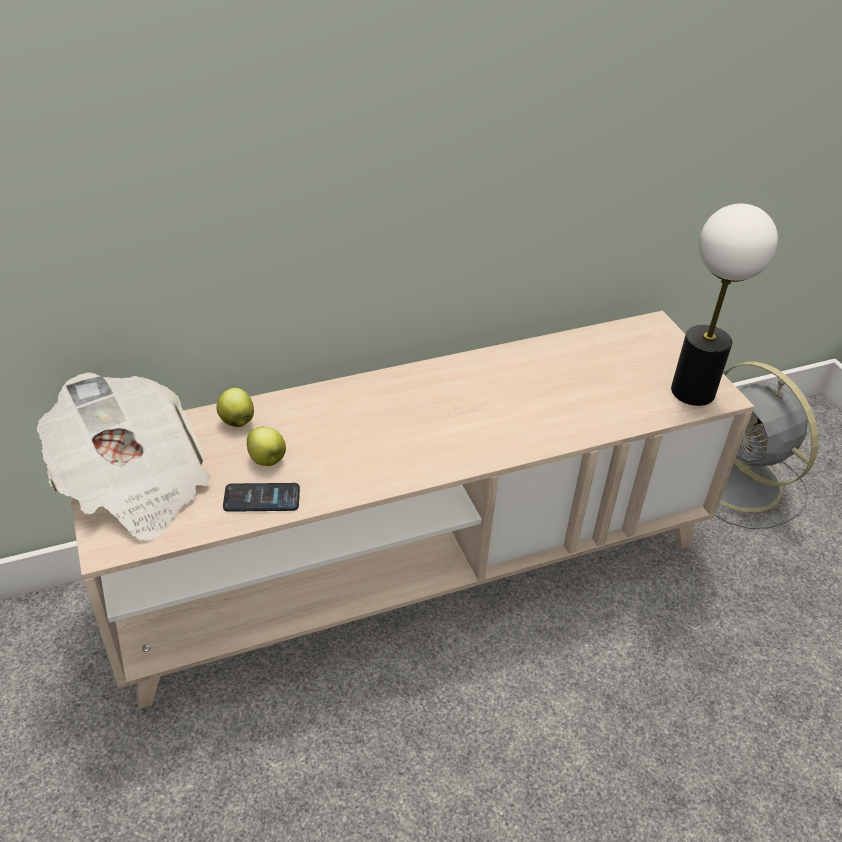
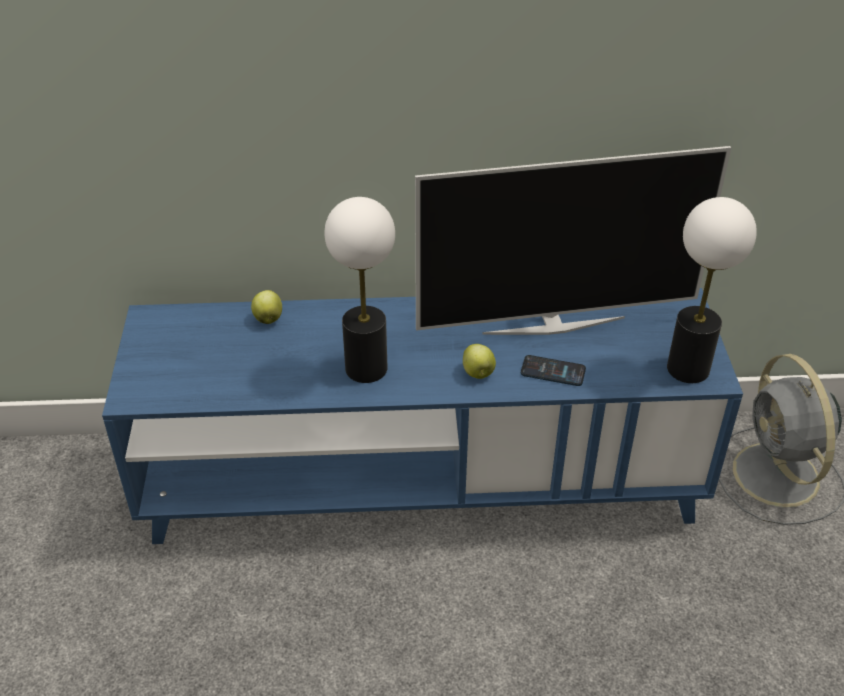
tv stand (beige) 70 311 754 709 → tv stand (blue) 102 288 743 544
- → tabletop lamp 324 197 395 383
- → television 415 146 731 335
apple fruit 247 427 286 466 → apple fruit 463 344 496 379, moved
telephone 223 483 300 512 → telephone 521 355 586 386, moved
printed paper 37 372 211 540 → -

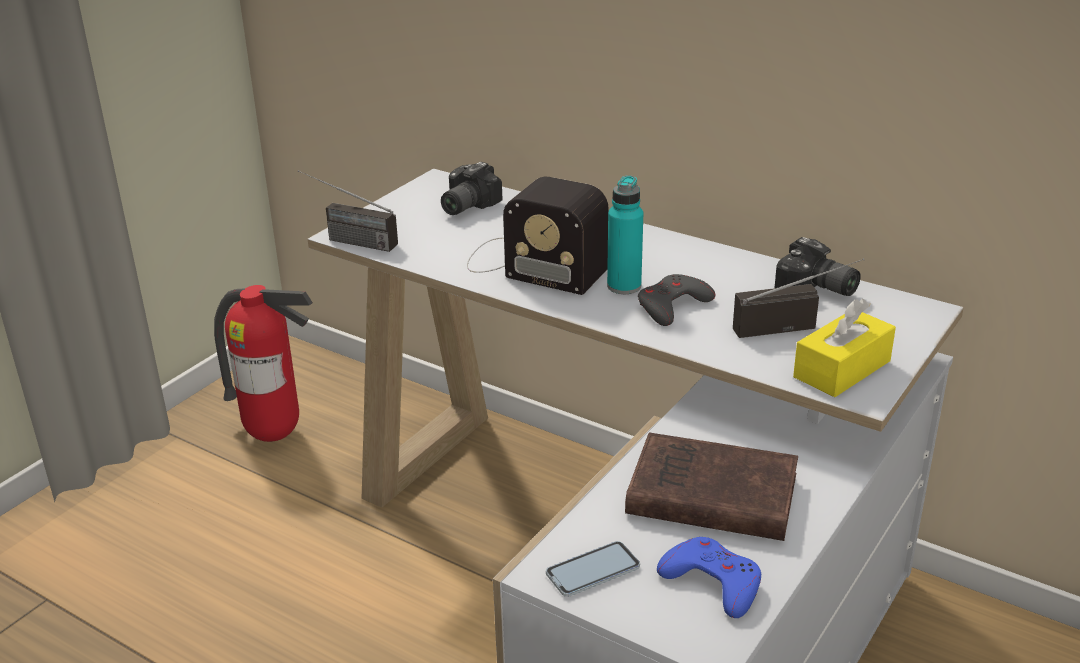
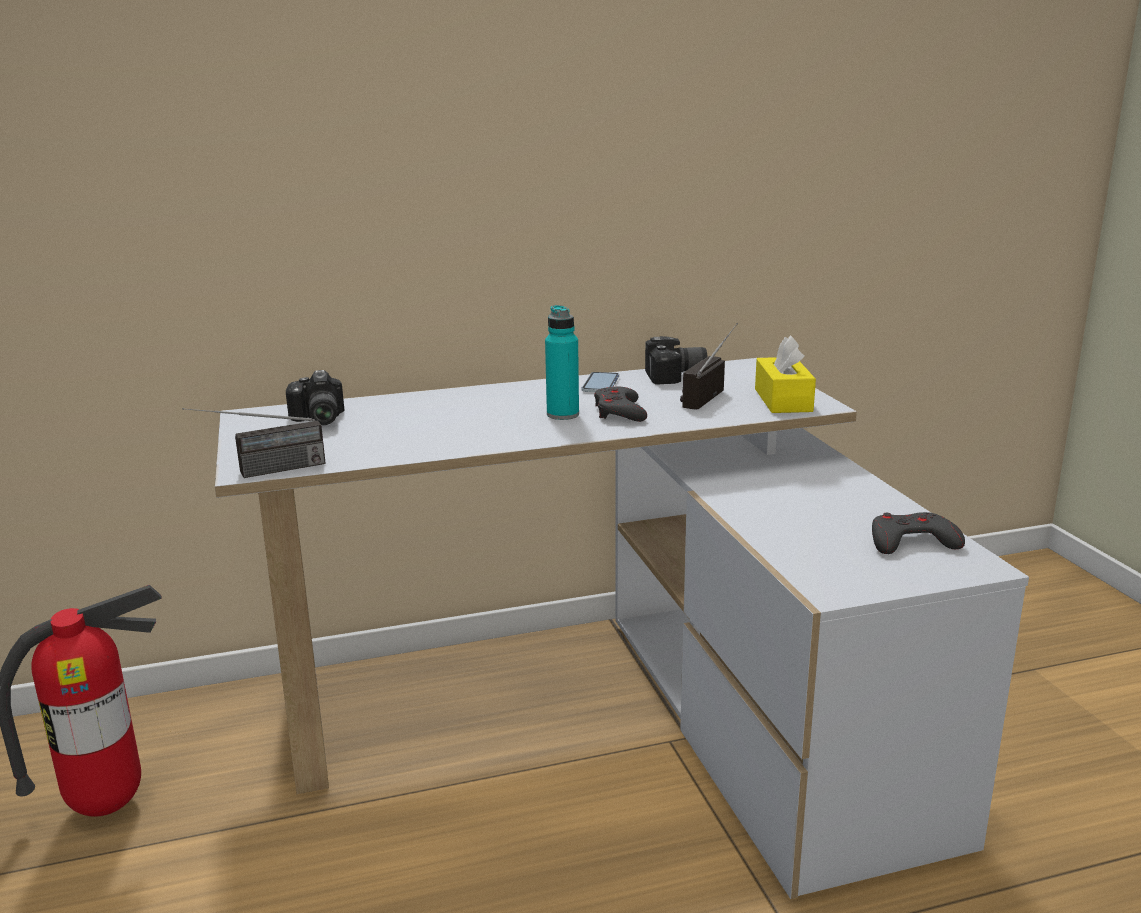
telephone 546 541 640 597 → telephone 581 372 619 392, moved
game controller (blue) 657 537 761 618 → game controller (greyish) 872 512 965 554
radio receiver 467 177 609 295 → -
bound book (brown) 625 432 798 541 → -

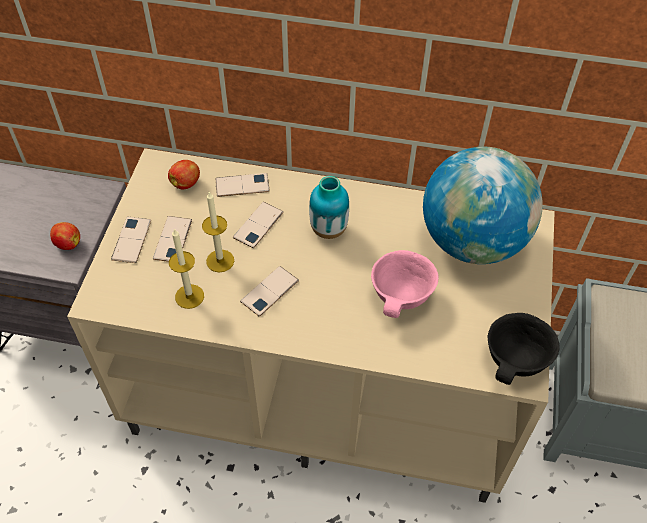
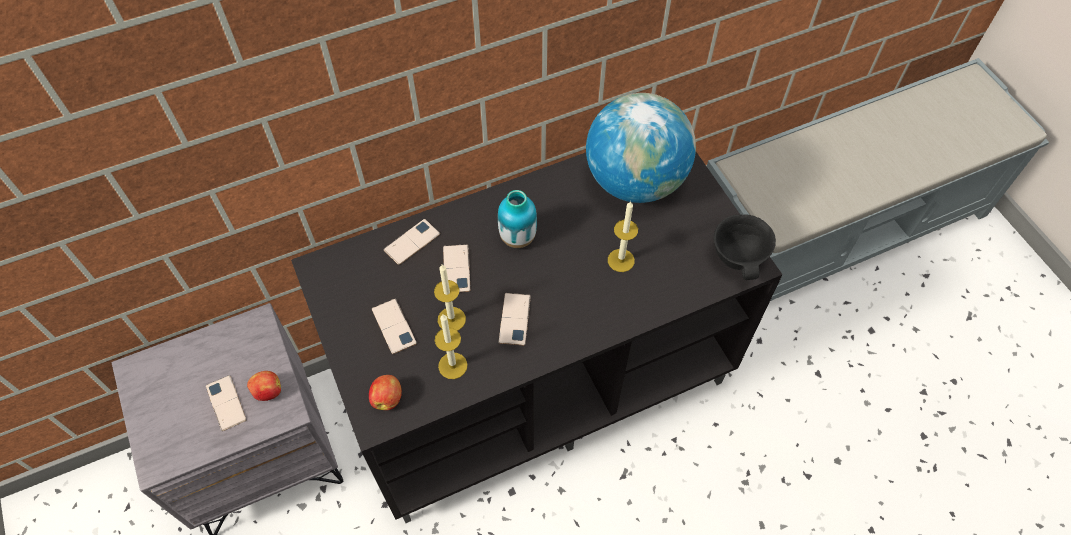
telephone 111 217 151 263 → telephone 206 375 246 431, moved
tv stand (beige) 67 148 555 503 → tv stand (black-coloured) 291 152 782 523
apple fruit 168 160 200 190 → apple fruit 369 375 402 410, moved
deep dish (pink-coloured) 371 250 439 318 → wax light 608 201 638 272

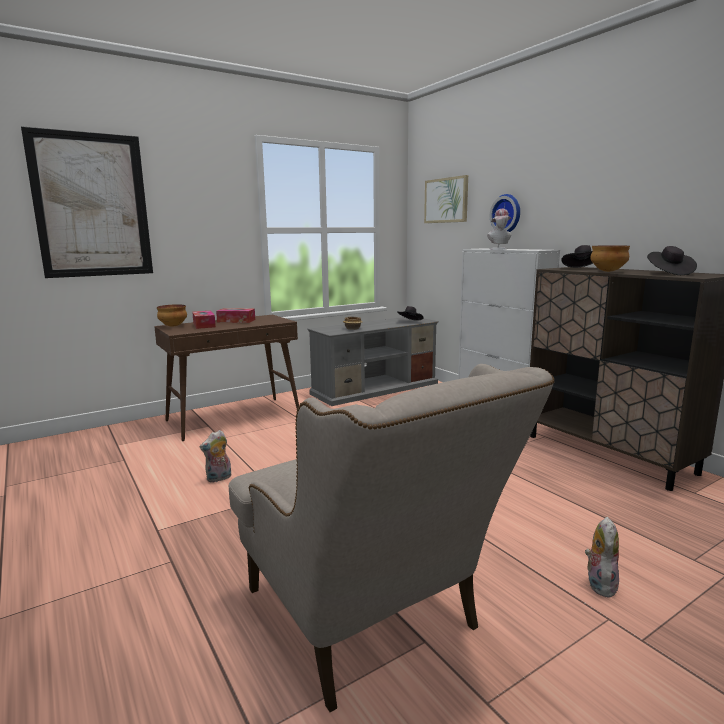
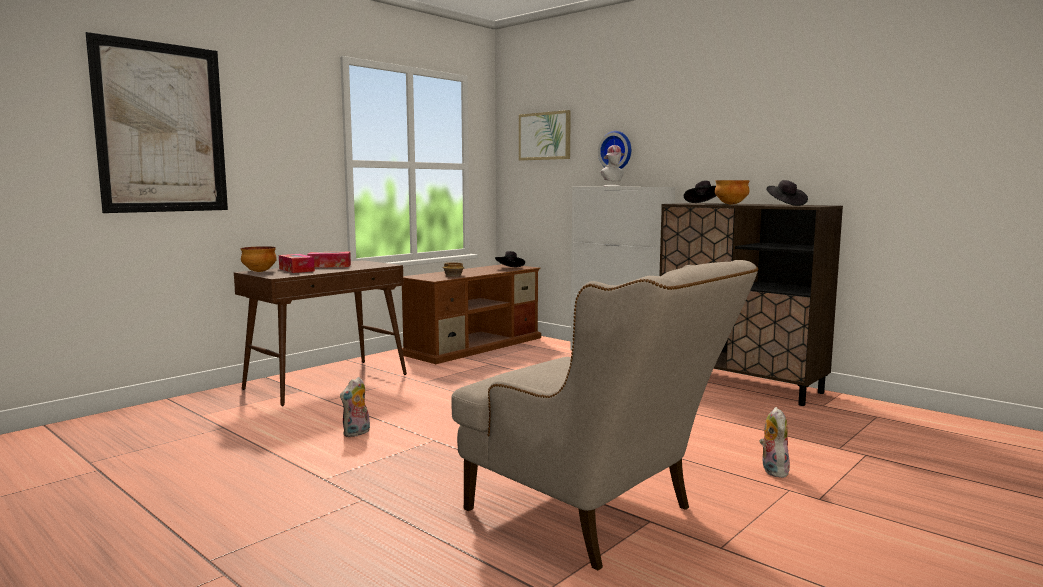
tv stand (greyish) 307 317 439 406 → tv stand (brown) 402 264 541 364

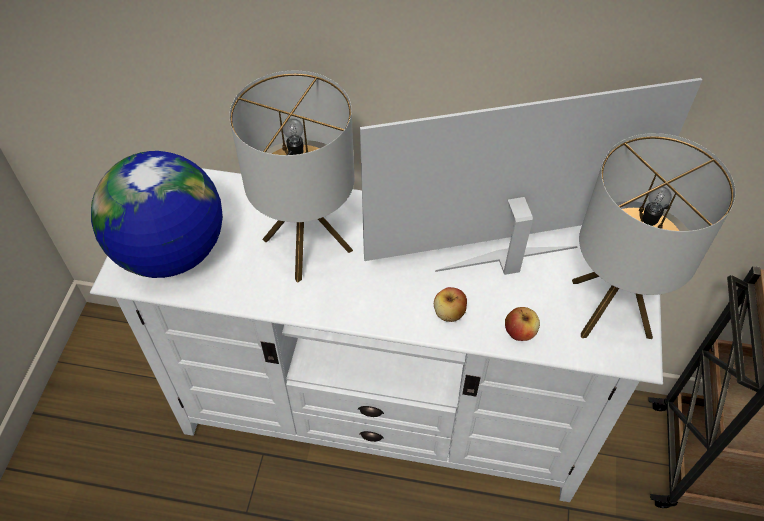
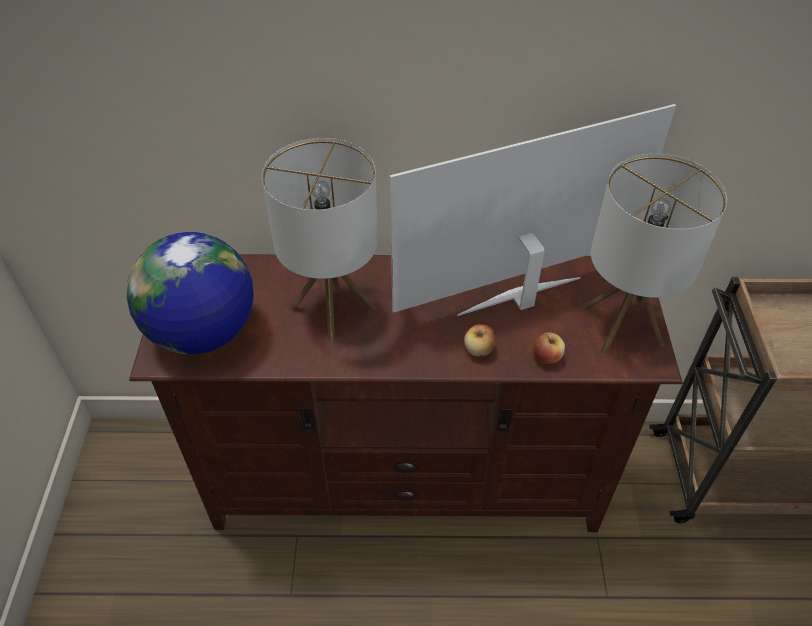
tv stand (white) 90 168 663 502 → tv stand (brown) 129 254 683 532

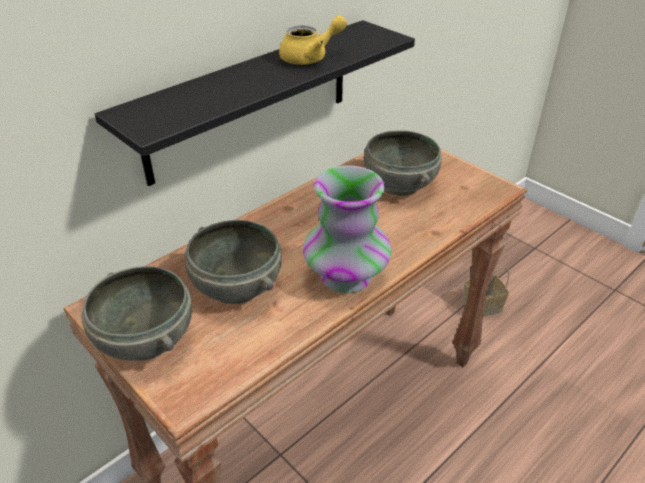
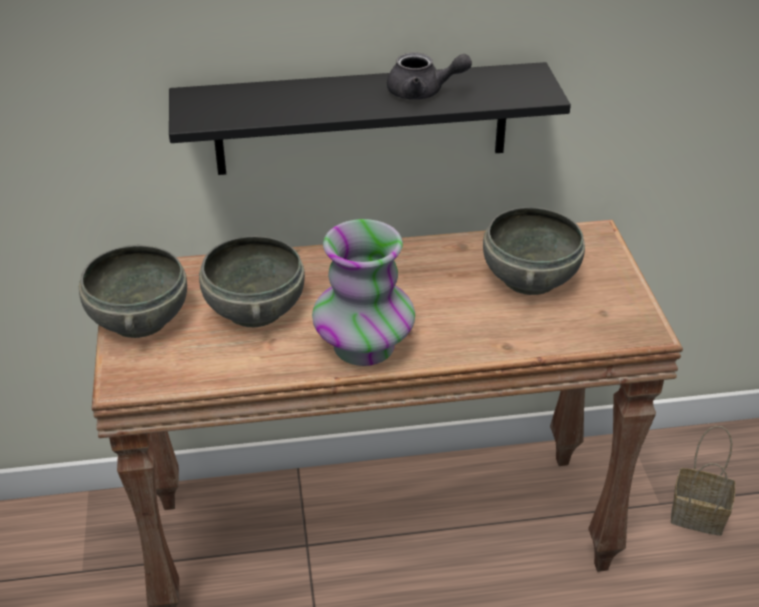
teapot (yellow-coloured) 279 15 347 65 → teapot (greyish) 387 53 472 100

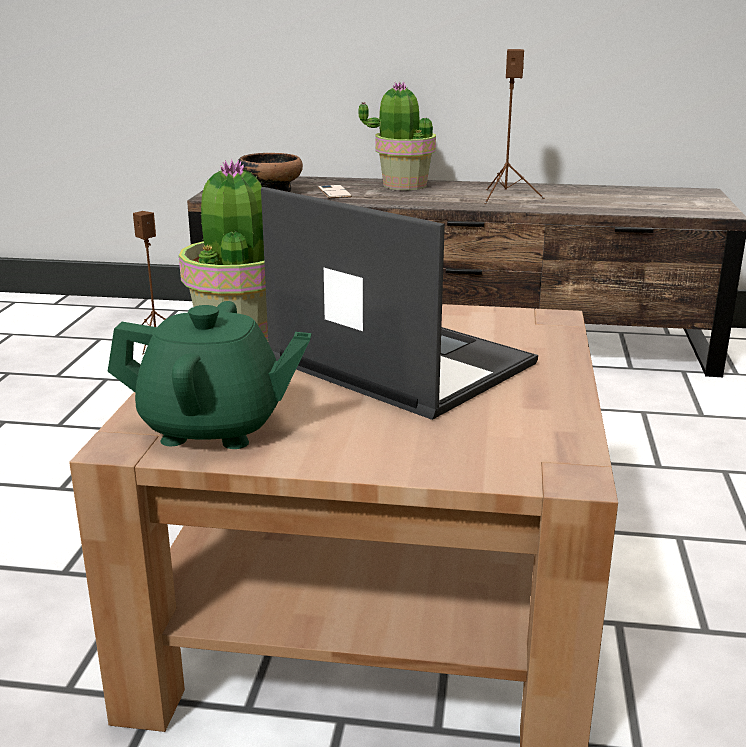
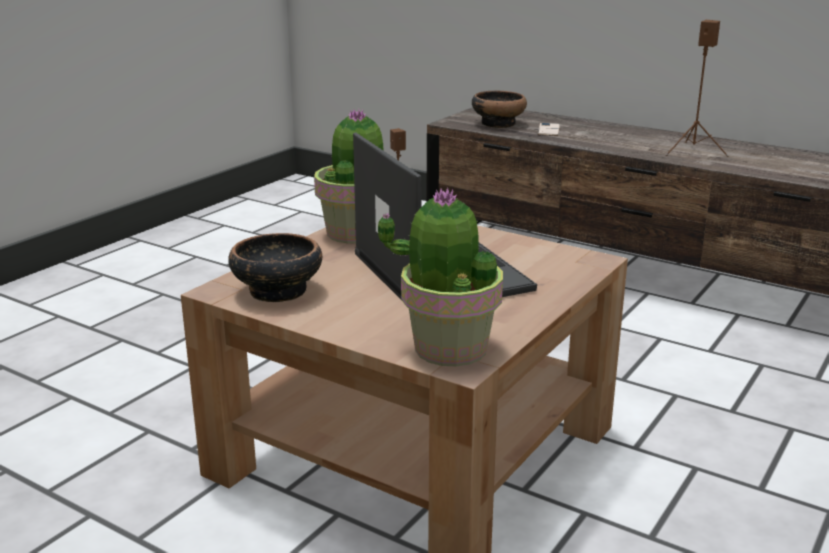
teapot (green) 107 301 312 449 → deep dish 228 233 322 302
plant in a pot 358 82 436 190 → plant in a pot 378 188 503 366, moved

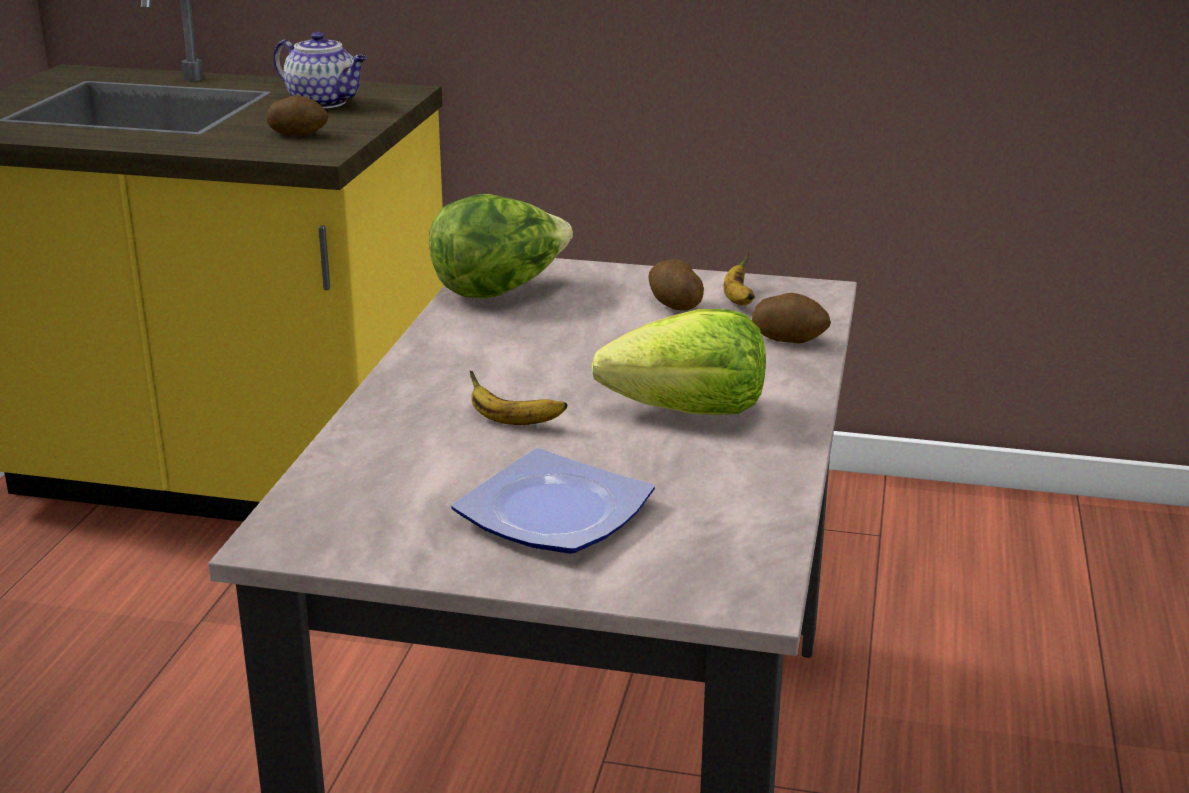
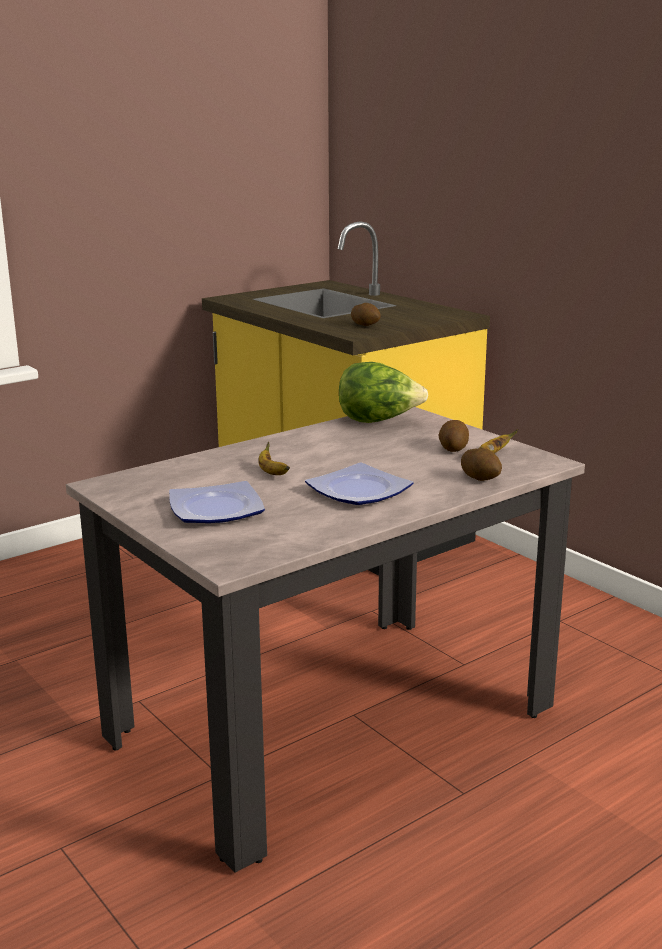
lettuce 592 309 766 414 → plate 305 462 414 505
teapot 273 31 367 108 → -

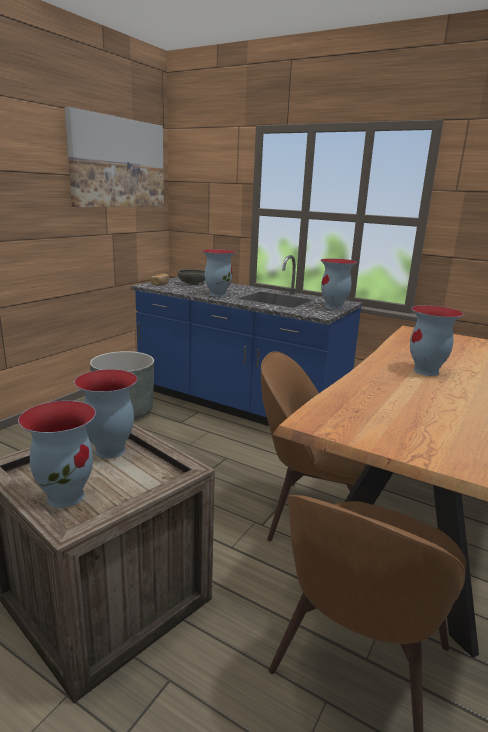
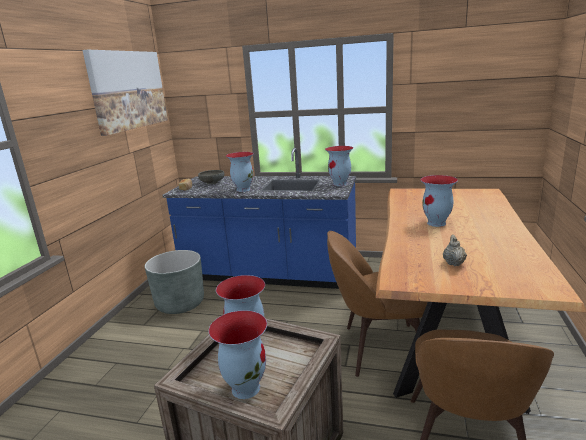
- → teapot (beige) 443 235 467 266

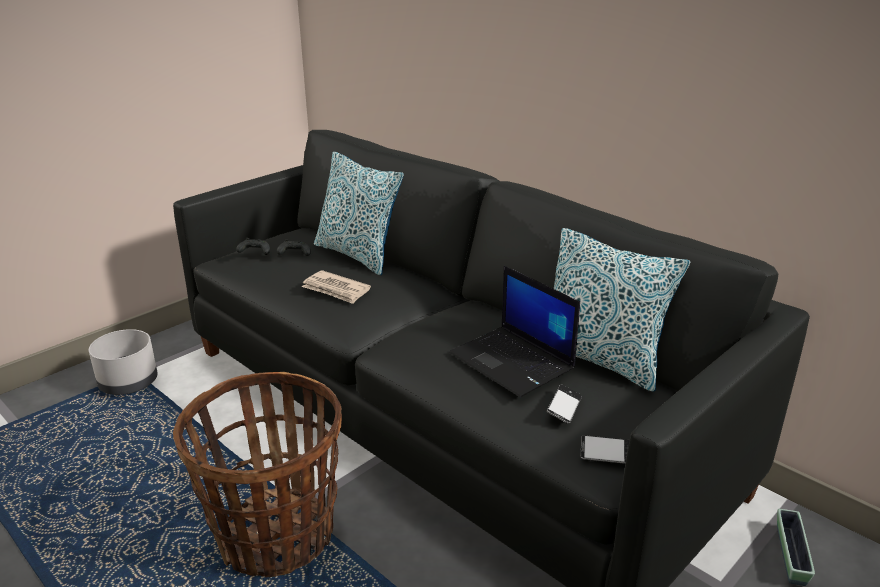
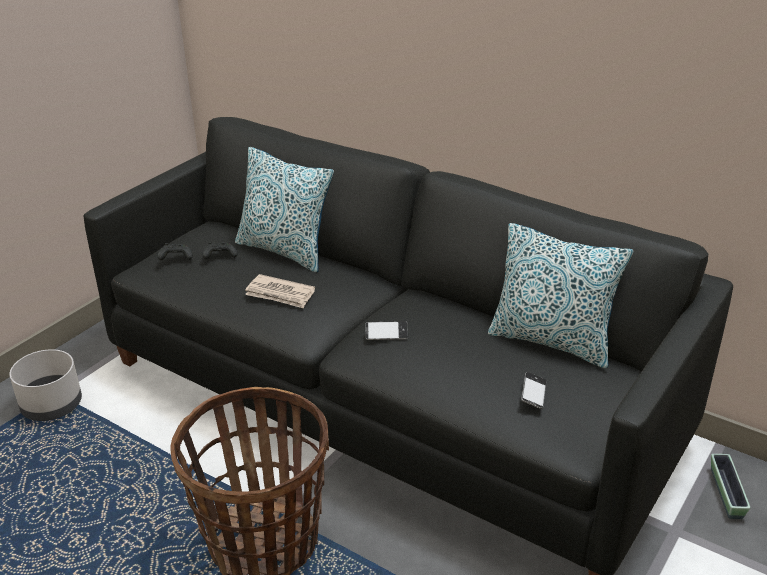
telephone 581 435 630 464 → telephone 365 321 408 340, moved
laptop 449 266 580 397 → -

